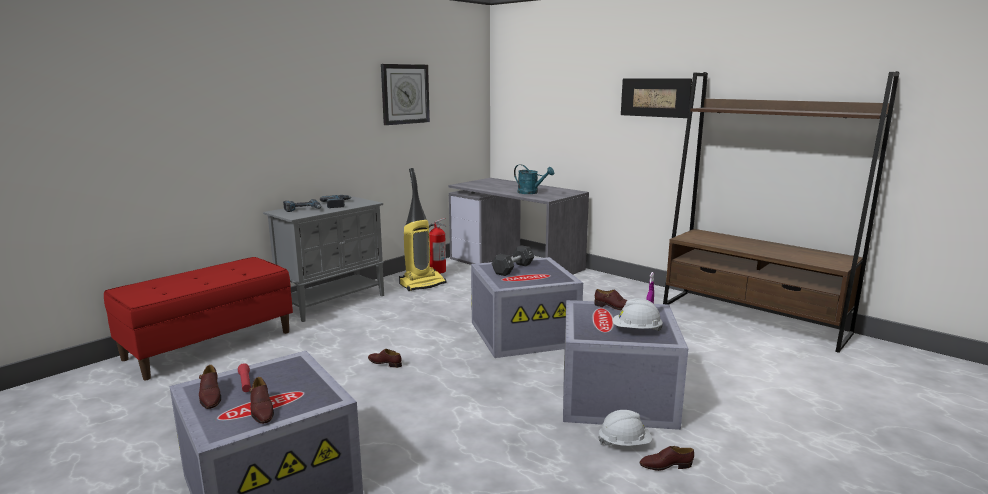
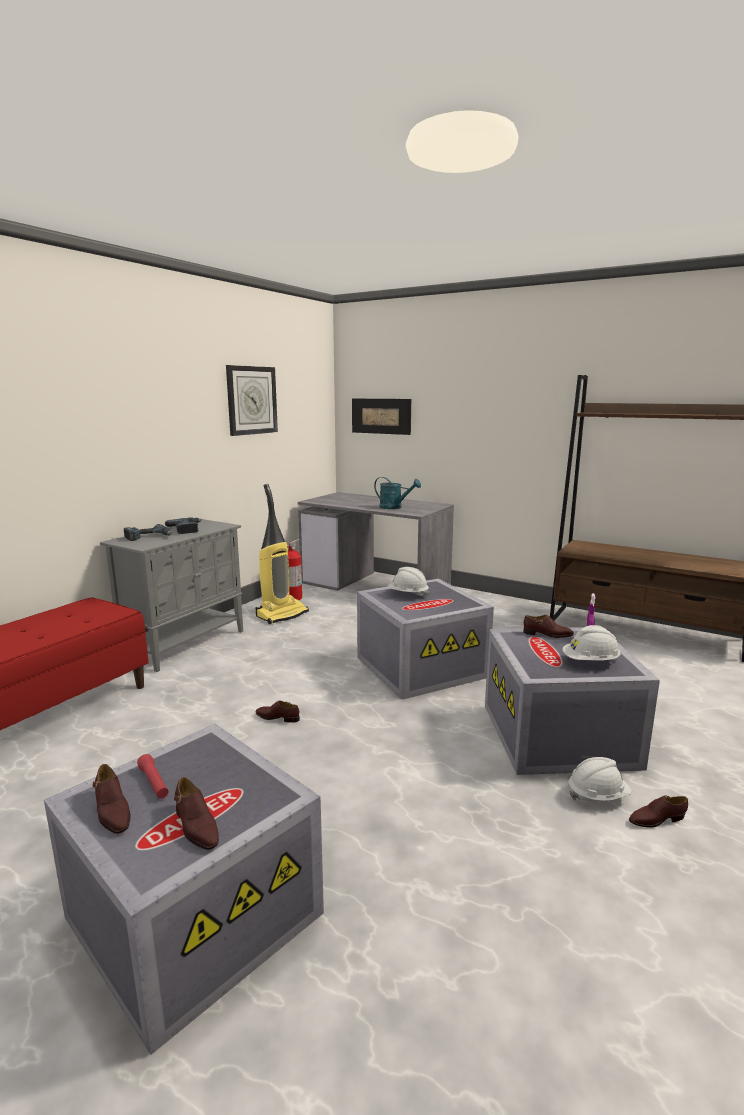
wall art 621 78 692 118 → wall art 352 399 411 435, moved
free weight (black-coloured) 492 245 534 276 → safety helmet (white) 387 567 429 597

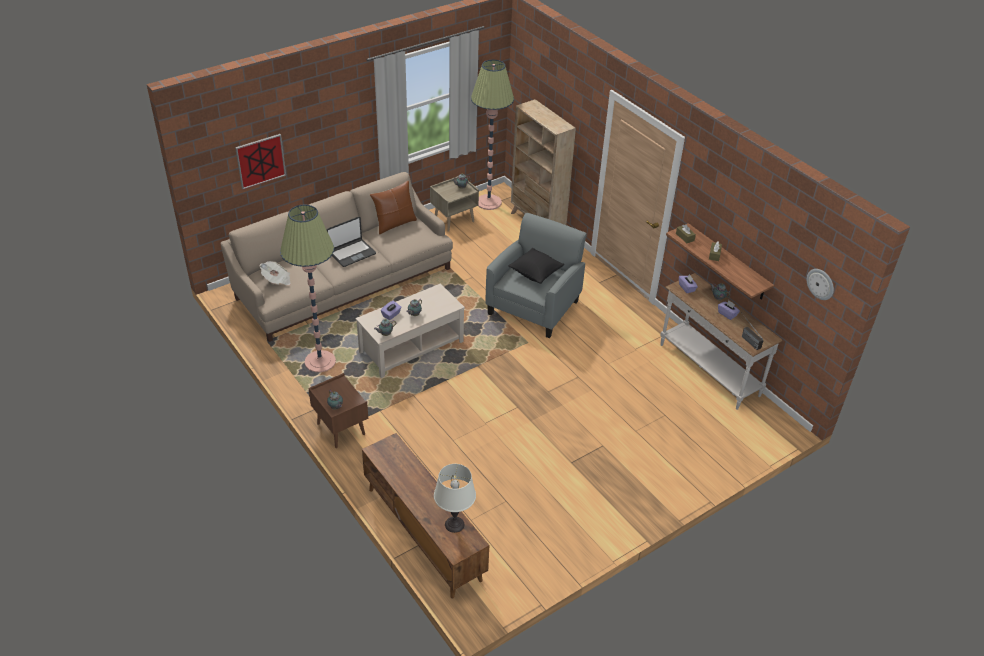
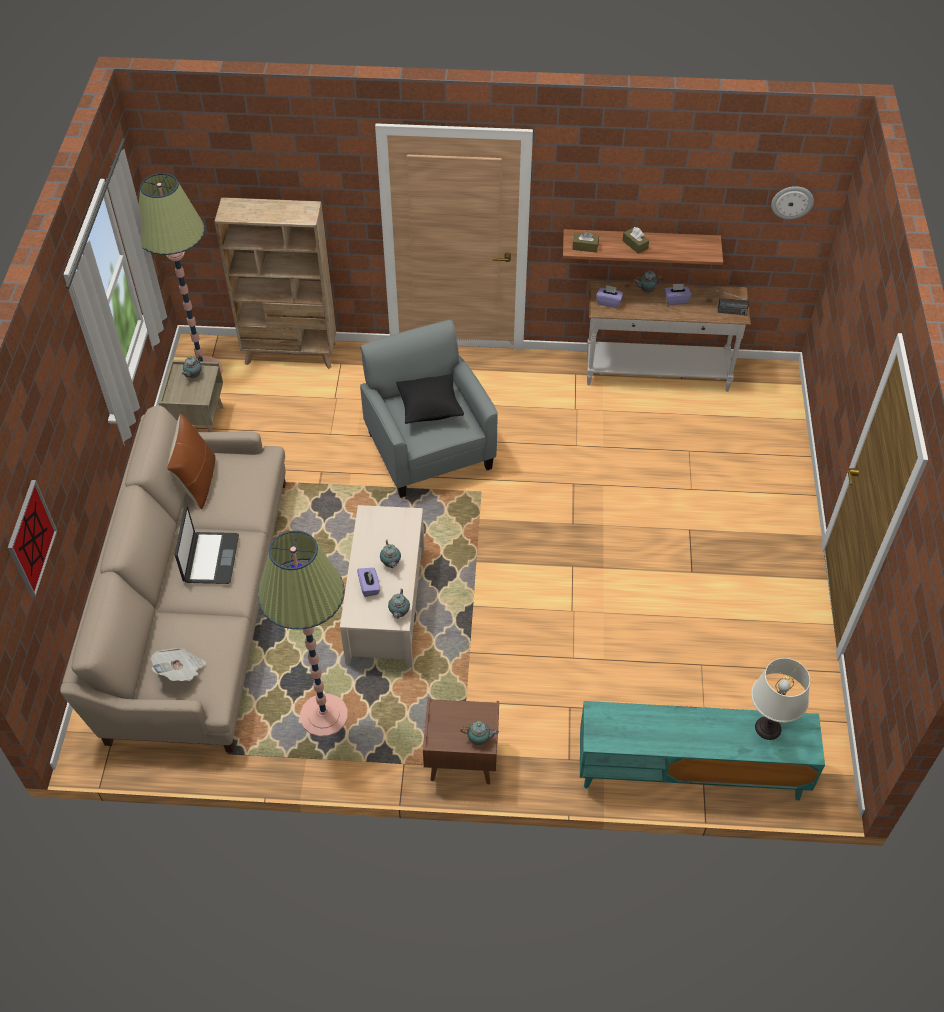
tv stand (brown) 362 433 489 598 → tv stand (turquoise-coloured) 580 701 825 801

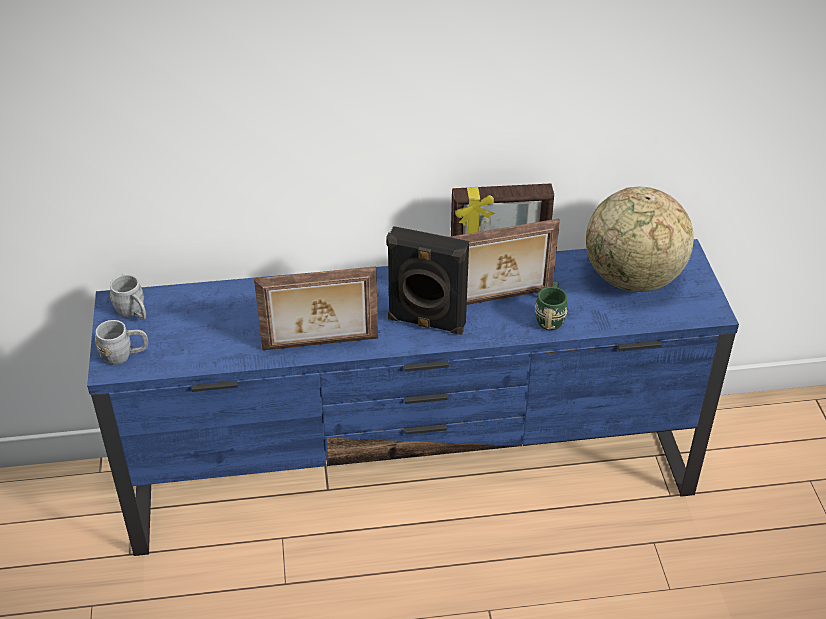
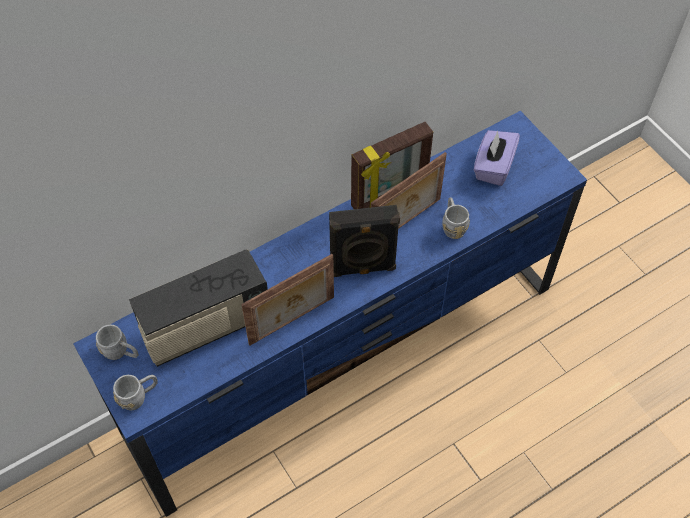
- → radio receiver 129 249 268 367
mug (green) 535 282 568 330 → mug (greyish) 442 197 470 239
globe 586 187 694 292 → tissue box (purple-coloured) 474 130 520 186

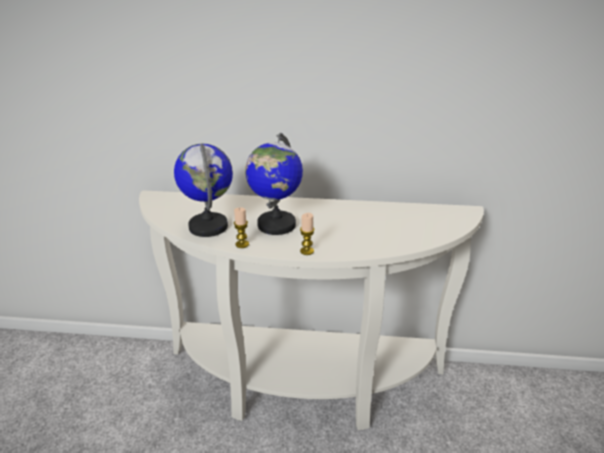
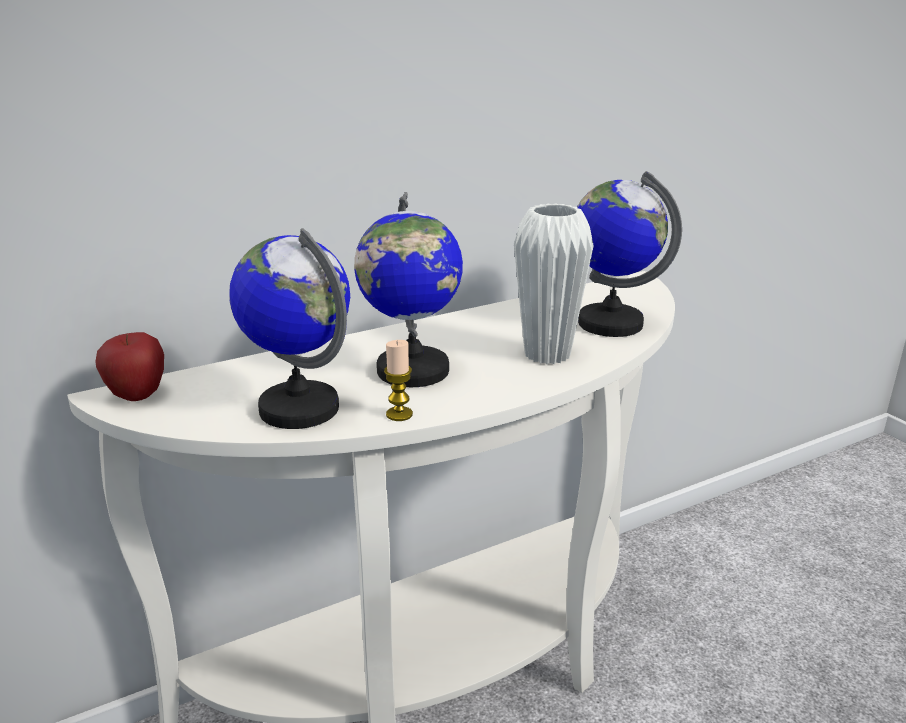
- → apple fruit 95 332 164 401
- → flower vase (white) 514 204 594 364
- → globe 577 171 682 337
wax light 300 213 315 255 → -

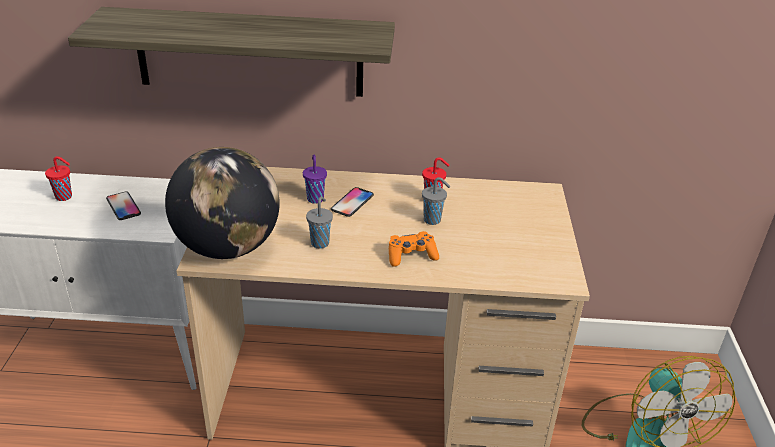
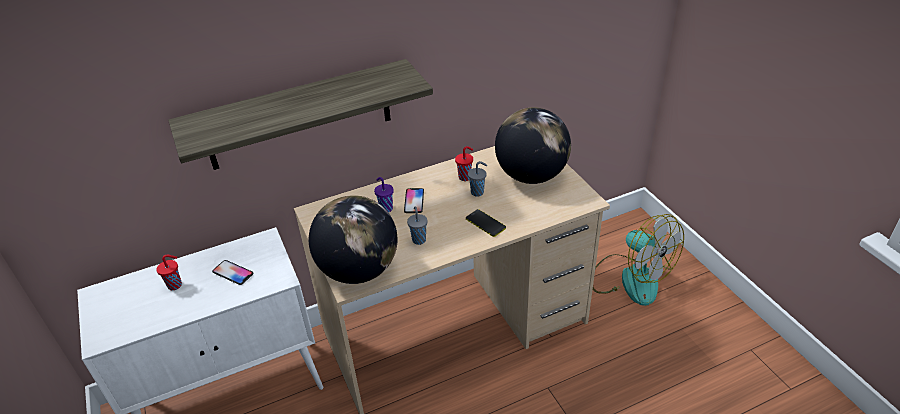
game controller (orangey) 389 231 439 267 → telephone 466 209 506 237
- → globe 495 107 571 184

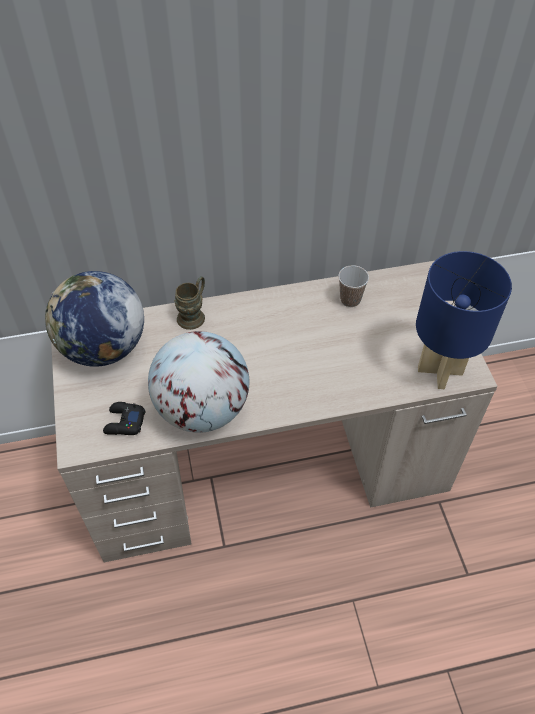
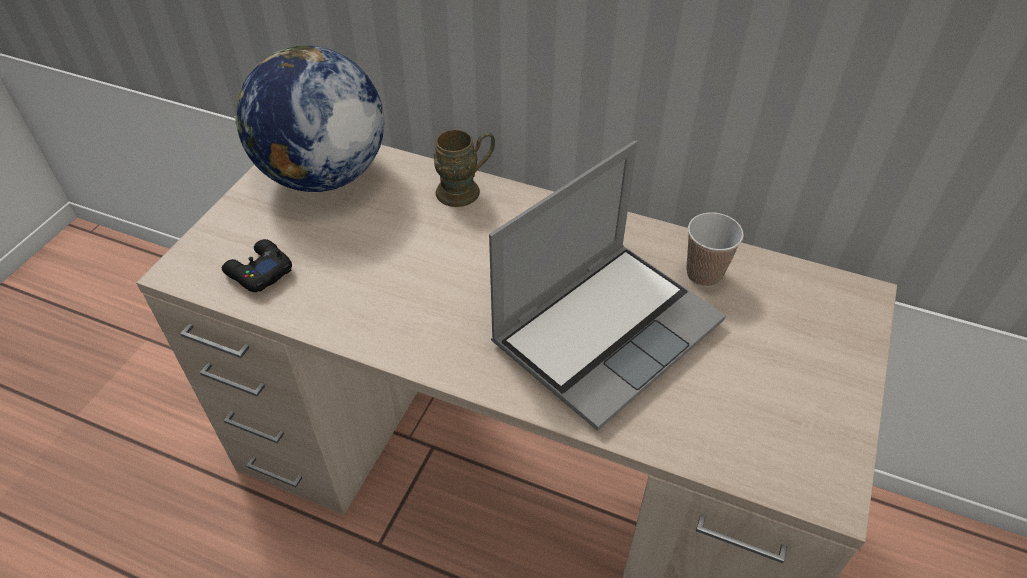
- → laptop 489 141 726 431
globe 148 331 249 433 → -
tabletop lamp (blue) 416 251 512 389 → -

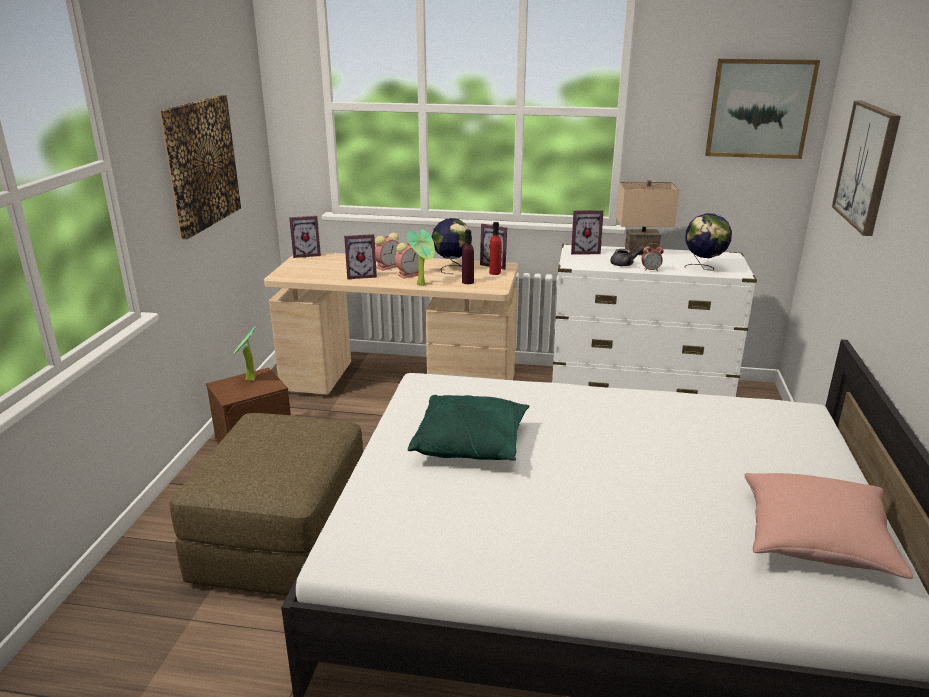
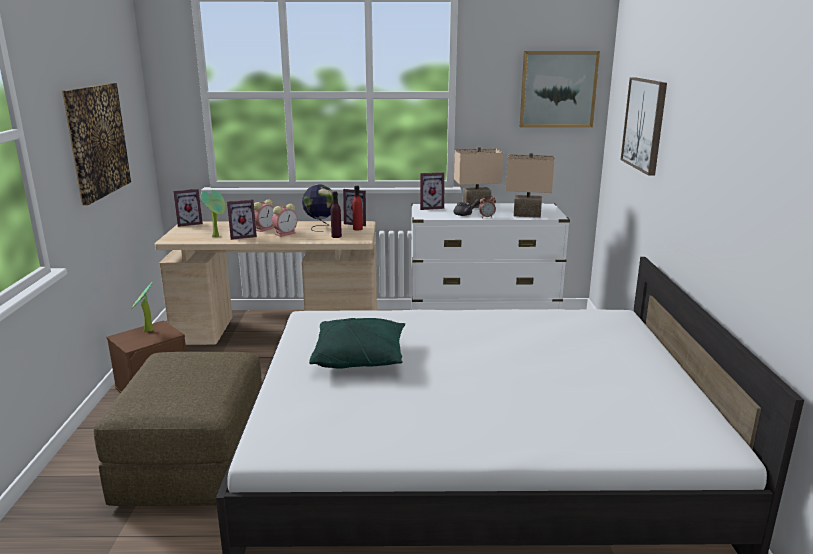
plant in a pot 407 229 435 286 → plant in a pot 201 190 225 237, moved
globe 684 213 732 271 → tabletop lamp (beige) 506 153 554 218
pillow (pink-coloured) 744 473 913 579 → -

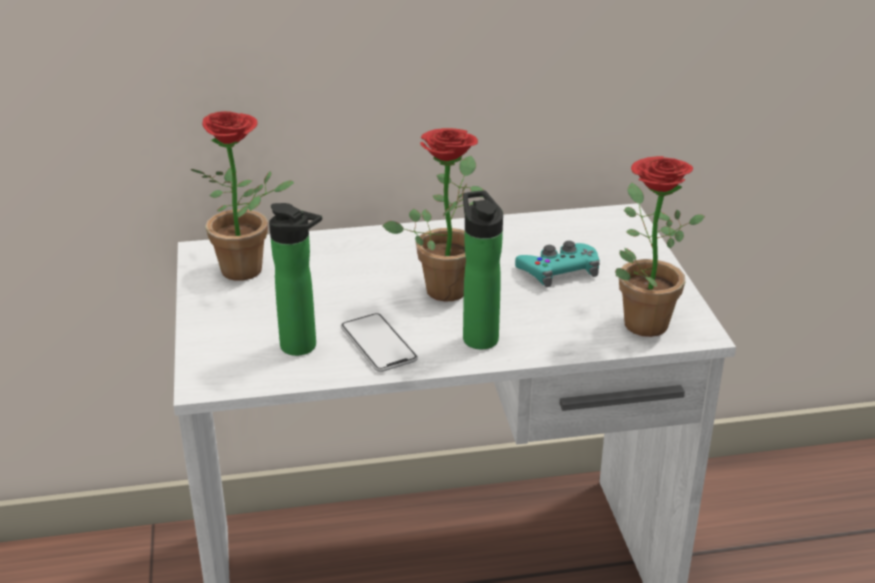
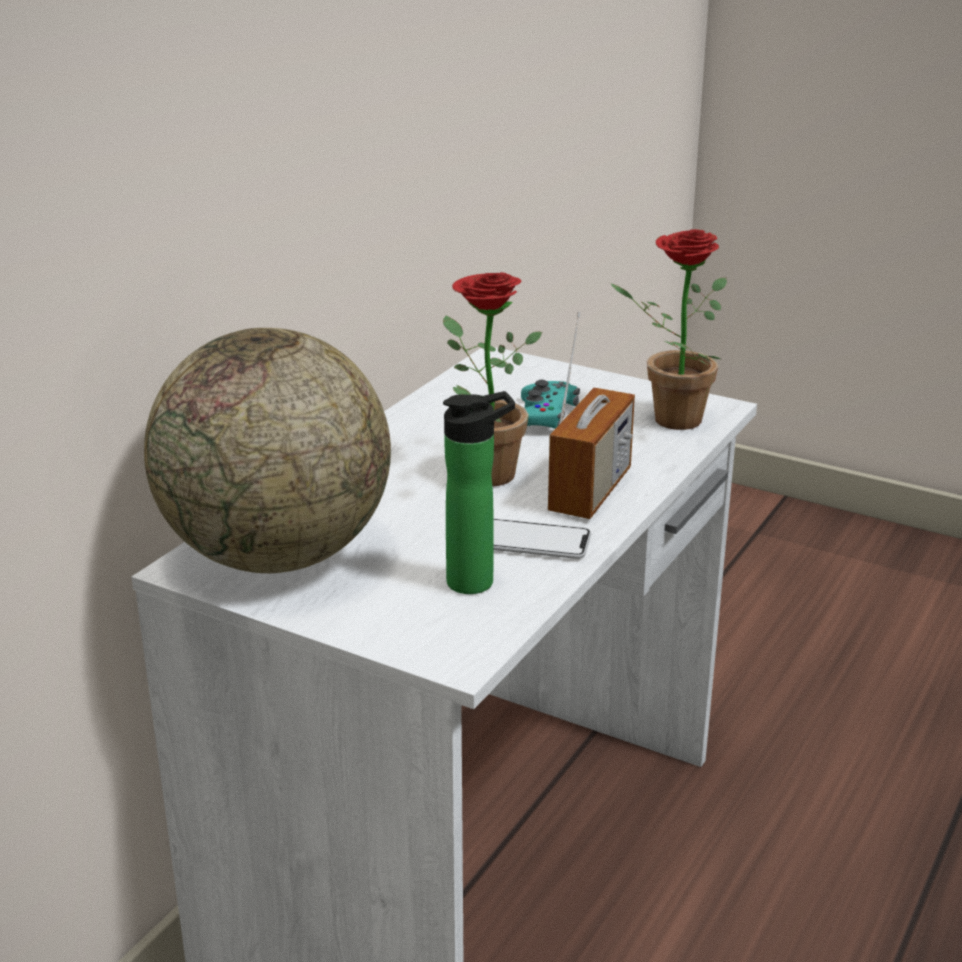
plant in a pot 191 111 294 281 → globe 144 328 391 573
drink bottle 463 190 503 349 → radio receiver 548 312 635 519

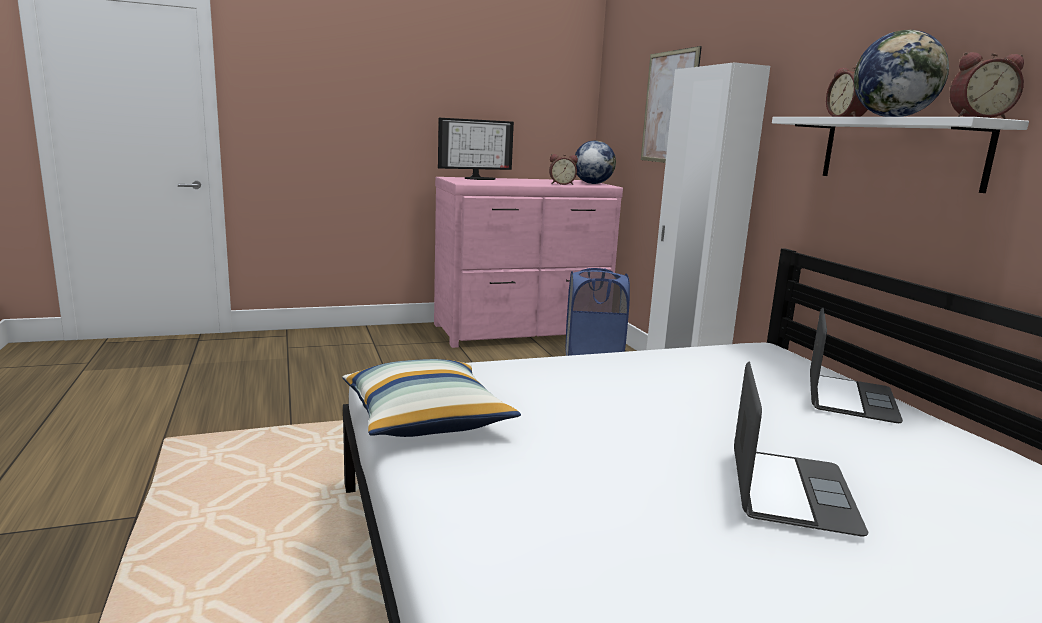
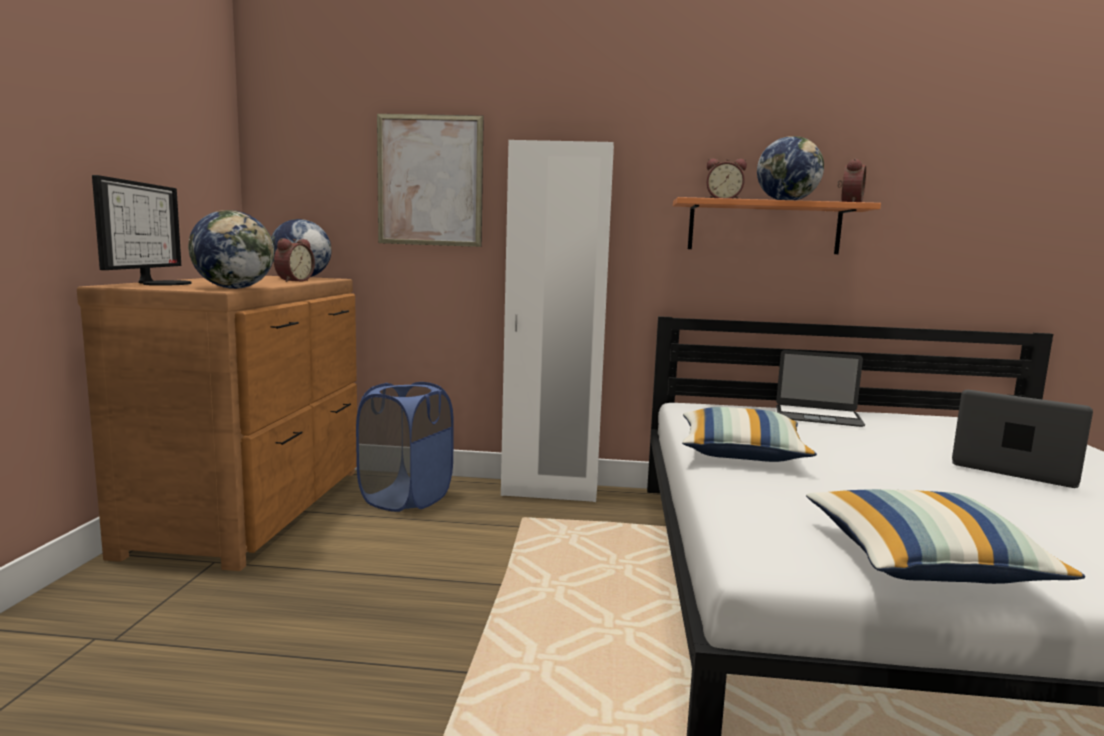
chest of drawers (pink-coloured) 434 177 623 348 → chest of drawers (brown) 77 276 357 571
- → globe 188 210 274 289
bracket shelf (white) 772 117 1029 193 → bracket shelf (orangey) 673 197 881 254
- → pillow 682 407 817 462
laptop 810 308 903 423 → laptop 776 350 865 427, 150 degrees clockwise

